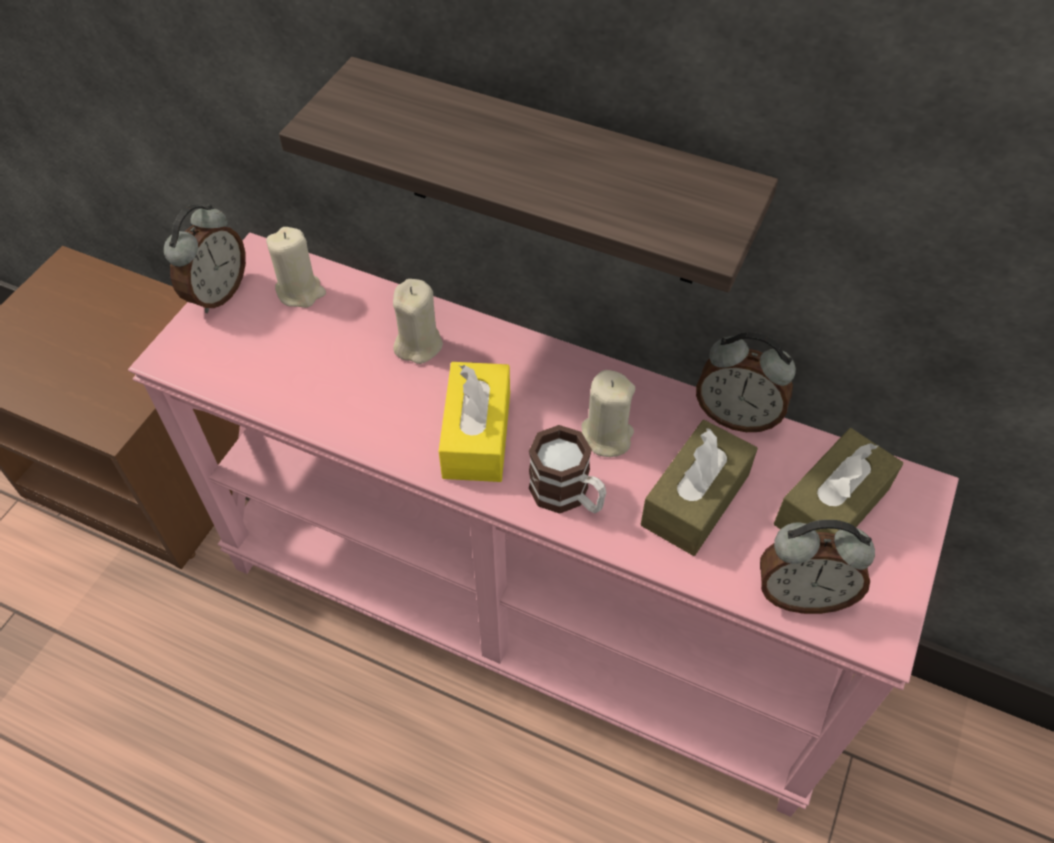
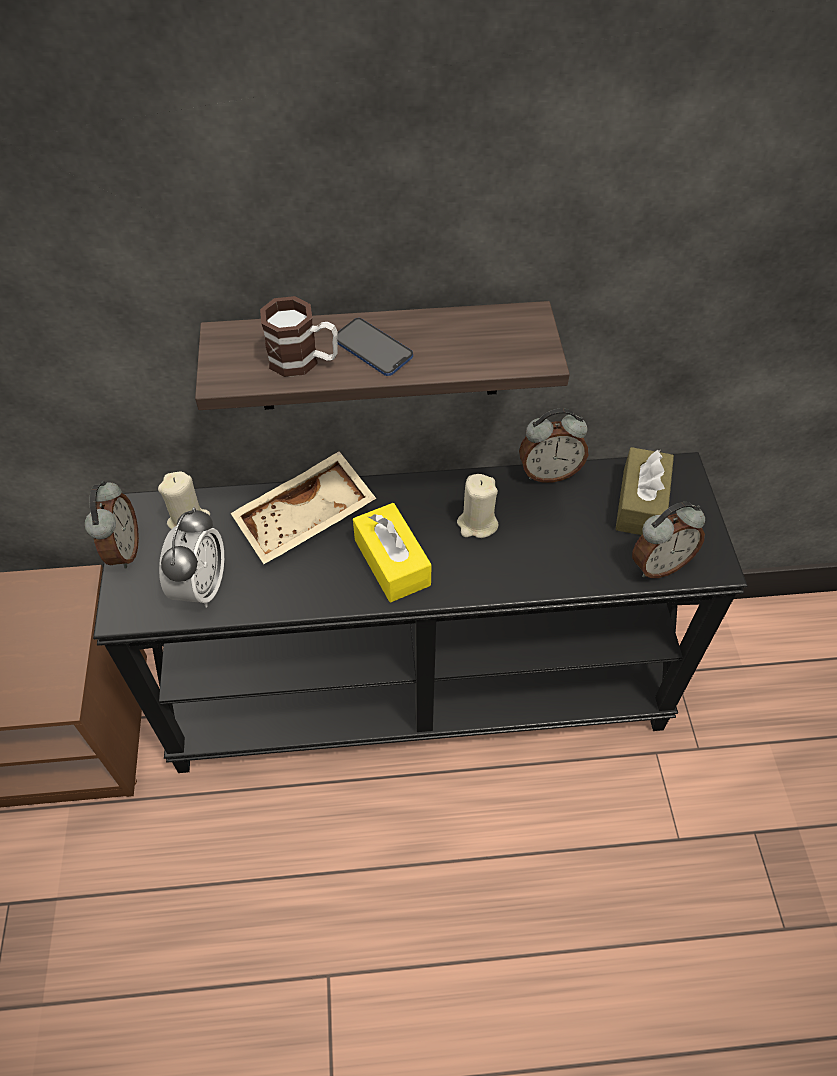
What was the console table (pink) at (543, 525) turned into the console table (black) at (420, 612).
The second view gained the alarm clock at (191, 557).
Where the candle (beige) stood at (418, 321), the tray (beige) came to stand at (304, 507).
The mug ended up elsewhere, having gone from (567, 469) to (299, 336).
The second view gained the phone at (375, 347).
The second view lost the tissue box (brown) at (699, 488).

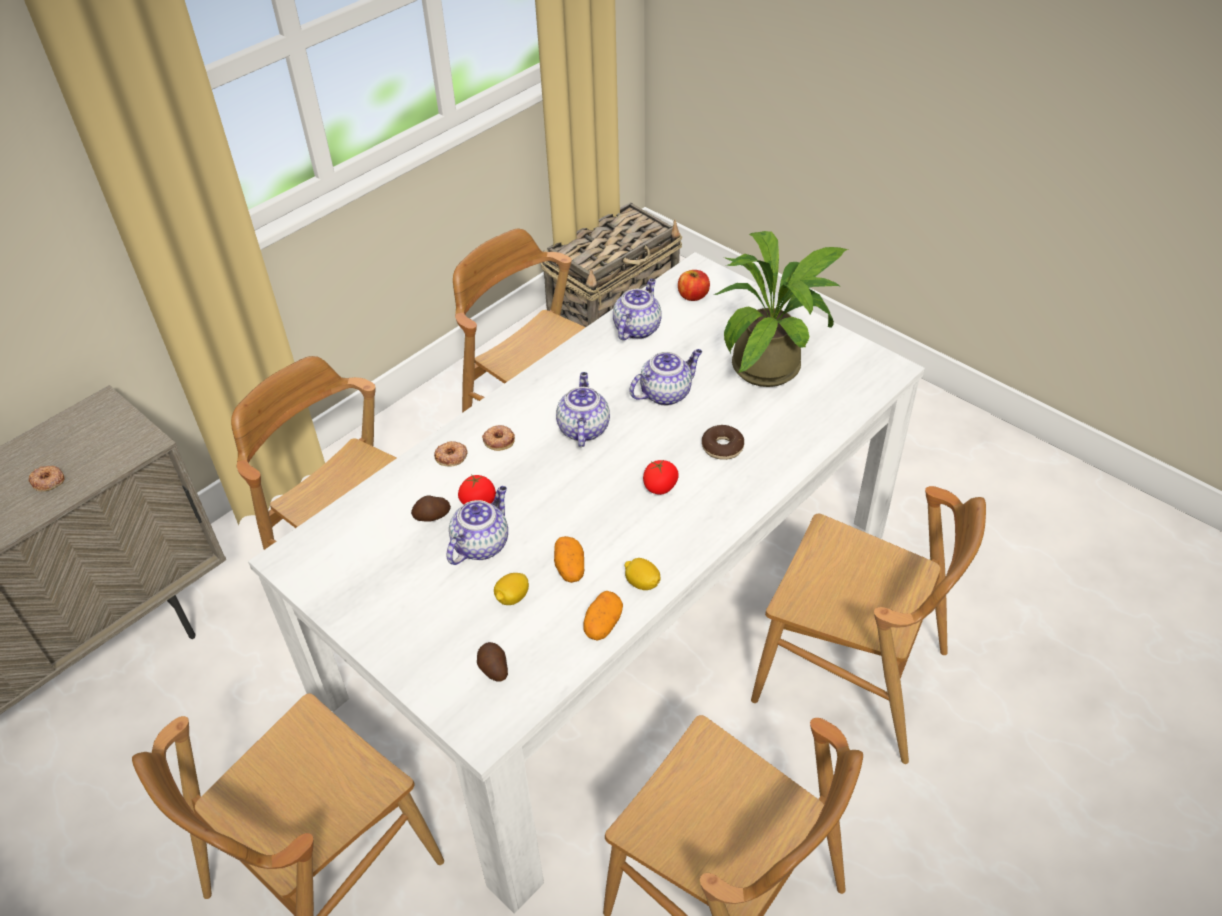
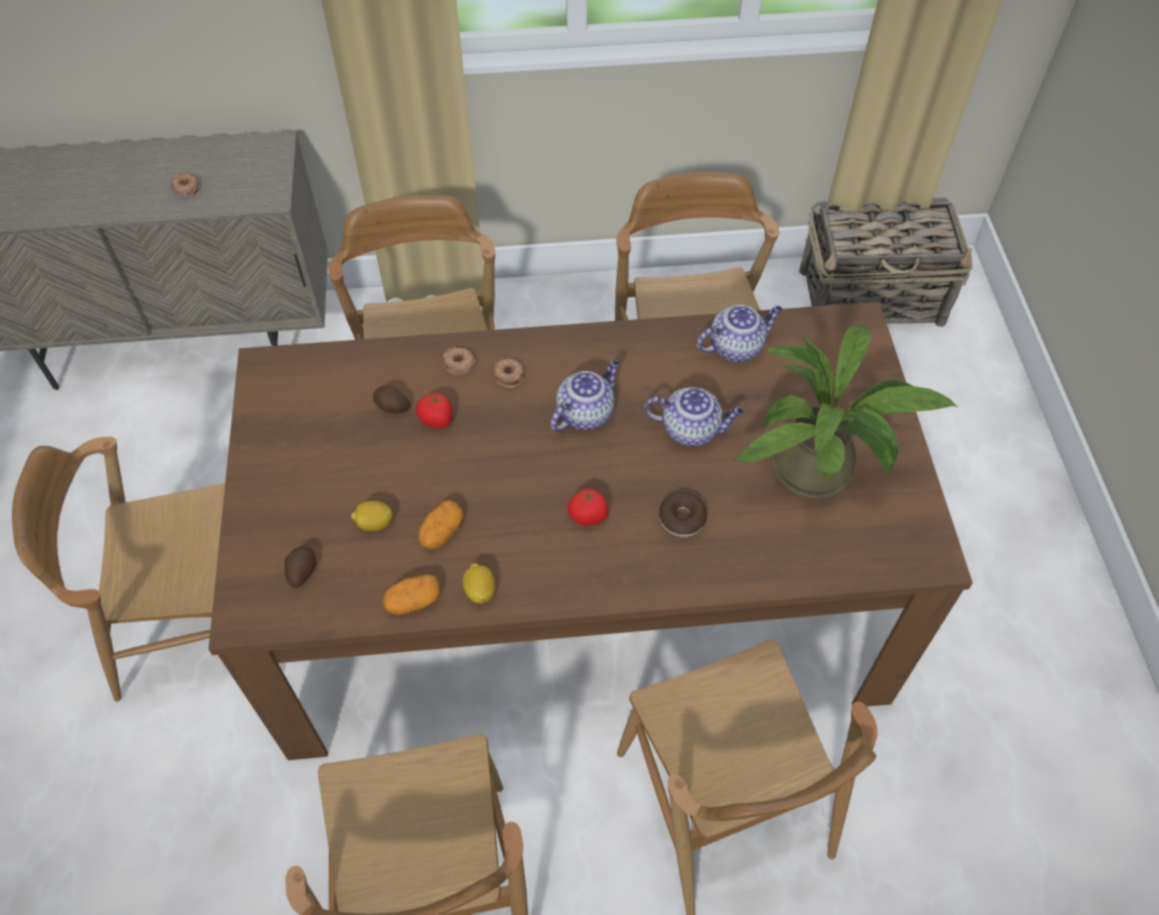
What was the dining table (white) at (586, 583) turned into the dining table (brown) at (590, 531).
The second view lost the teapot at (477, 525).
The second view lost the apple at (694, 285).

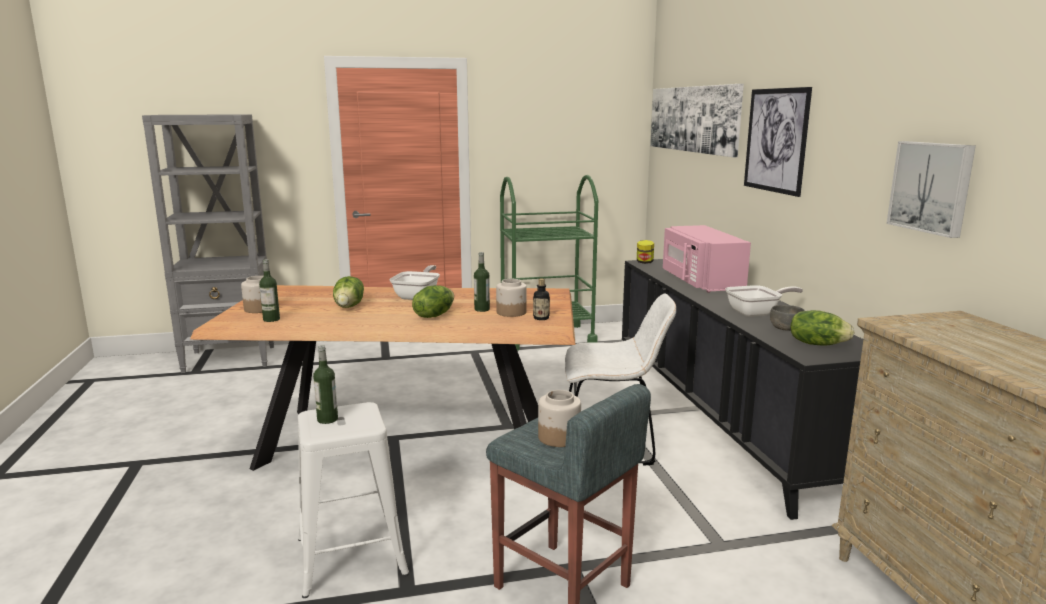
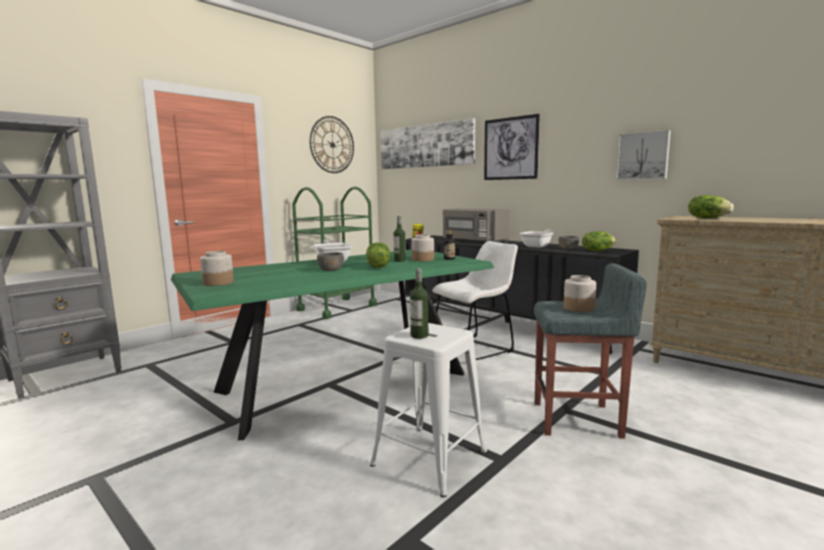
What was the dining table (brown) at (383, 378) turned into the dining table (green) at (332, 345).
The second view gained the wall clock at (332, 144).
The second view gained the bowl (grey) at (330, 261).
What was the microwave (pink) at (707, 259) turned into the microwave (grey) at (476, 225).
The lettuce ended up elsewhere, having gone from (348, 292) to (711, 206).
The second view lost the bottle at (269, 290).

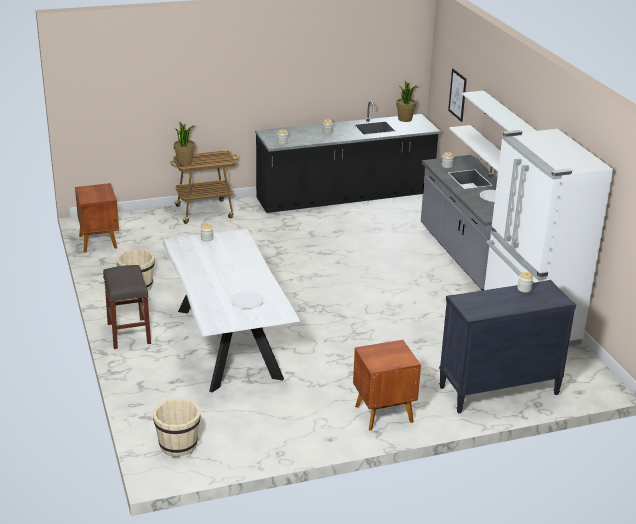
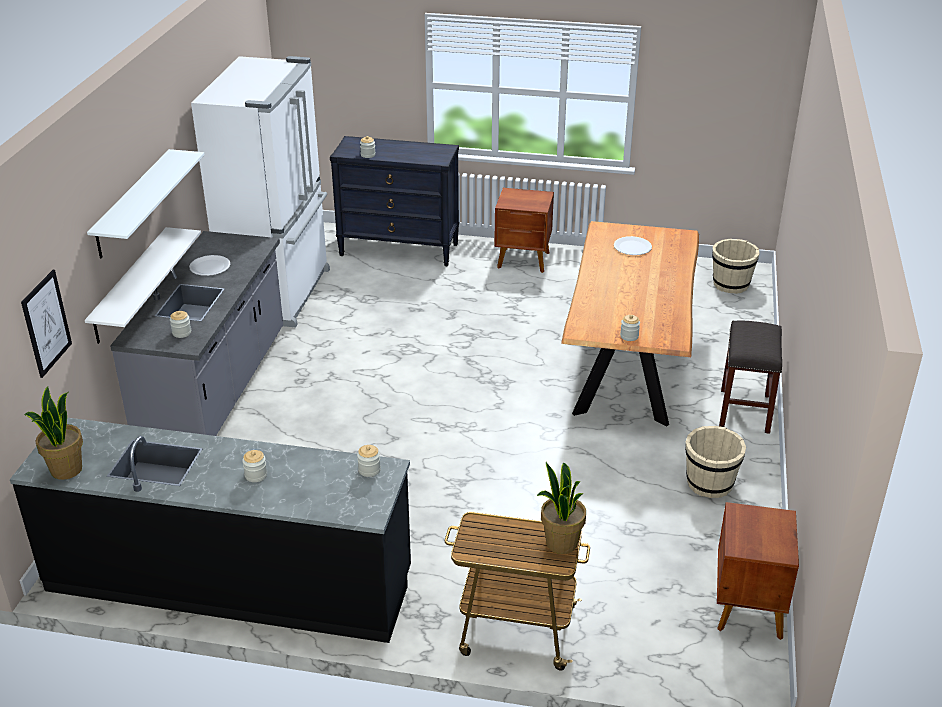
What was the dining table (white) at (231, 311) turned into the dining table (brown) at (630, 323).

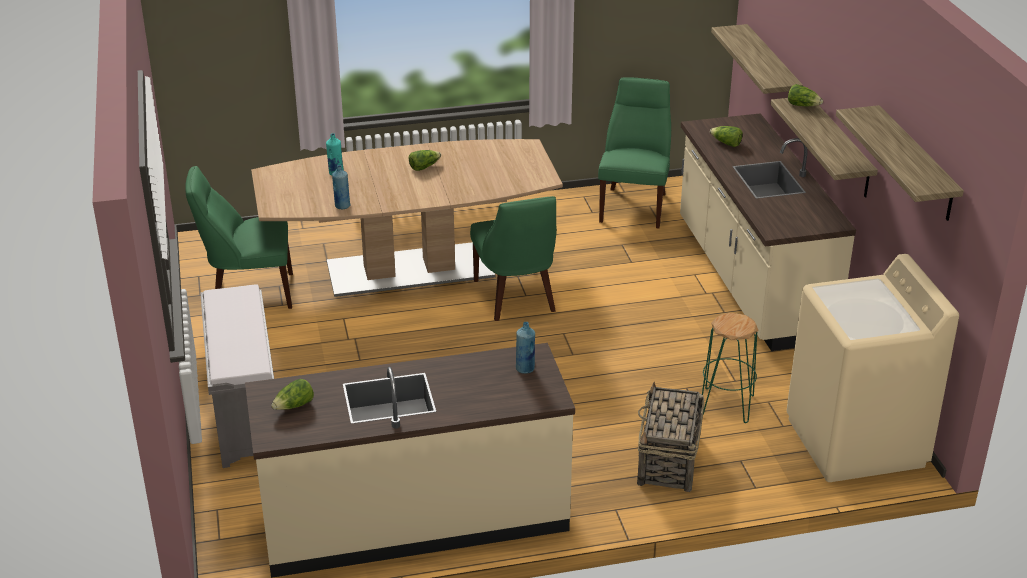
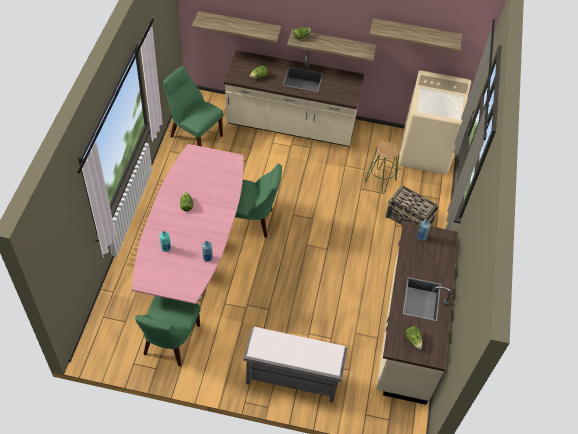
What was the dining table (brown) at (407, 218) turned into the dining table (pink) at (188, 224).

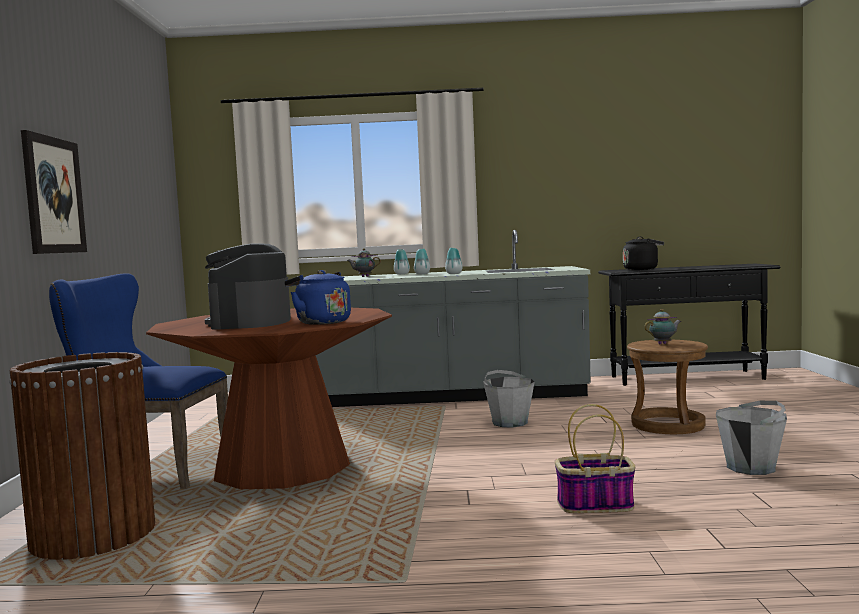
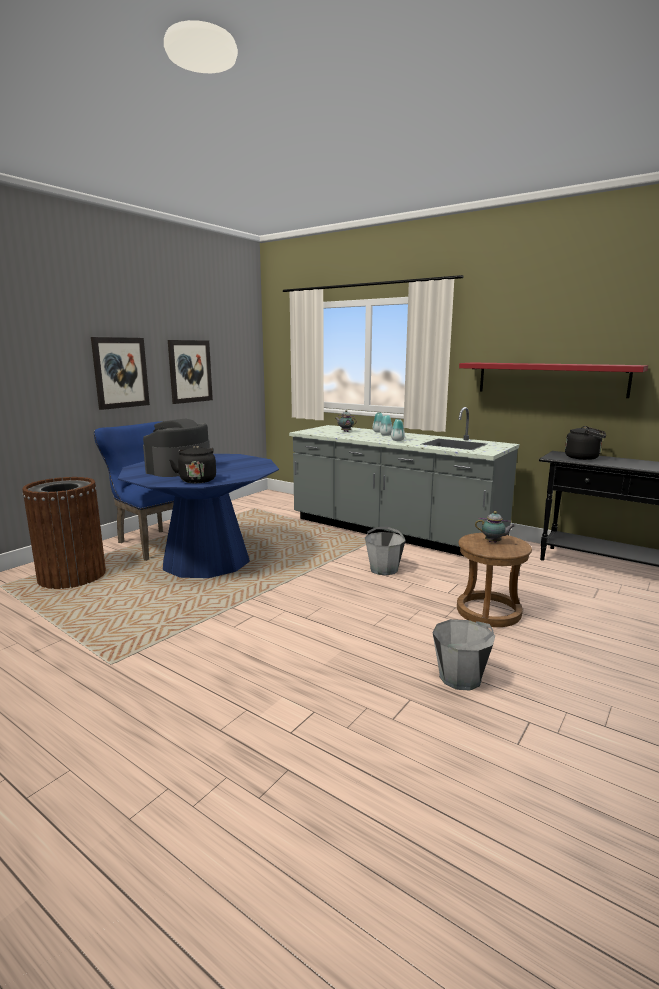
What was the dining table (brown) at (269, 398) turned into the dining table (blue) at (198, 516).
The second view gained the picture at (190, 372).
What was the kettle (blue) at (317, 297) turned into the kettle (black) at (193, 464).
The second view gained the shelf (red) at (553, 380).
The second view lost the basket at (595, 458).

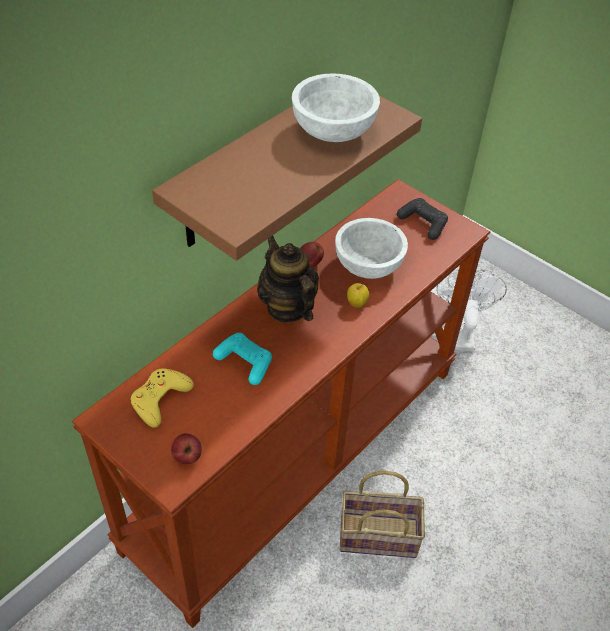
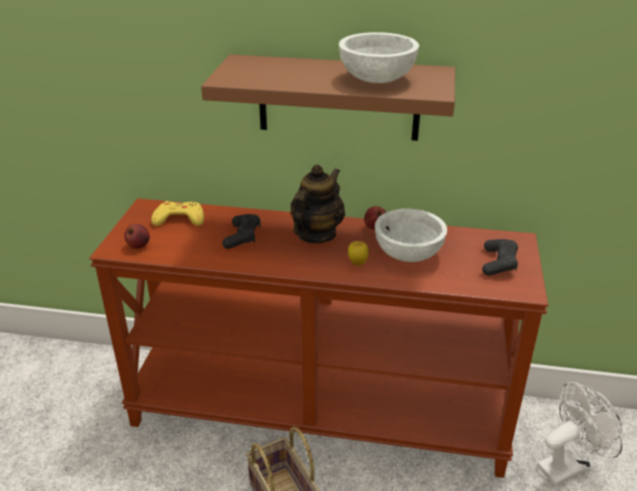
What was the game controller (turquoise) at (242, 359) turned into the game controller (black) at (241, 231).

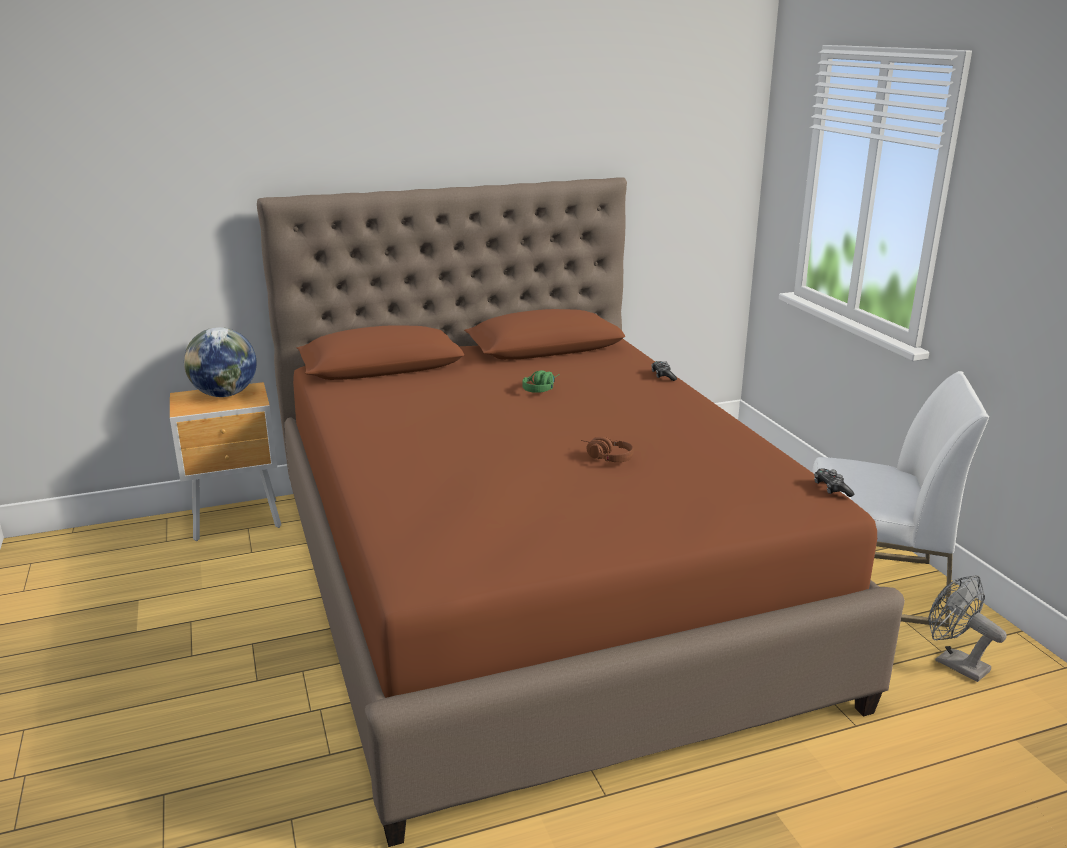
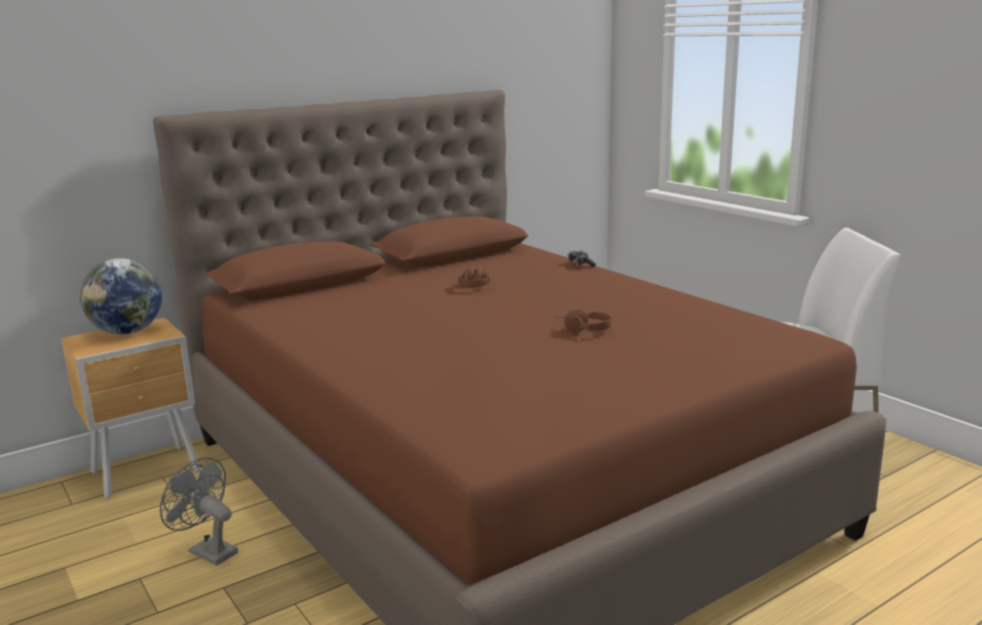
The fan (grey) ended up elsewhere, having gone from (967, 628) to (199, 511).
What was the headphones (green) at (541, 381) turned into the headphones (brown) at (474, 277).
The second view lost the game controller at (834, 483).

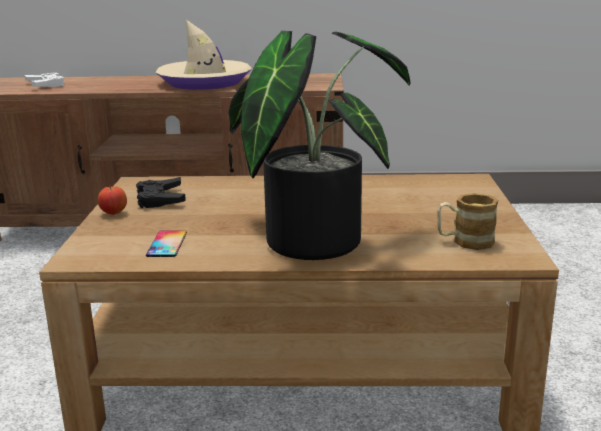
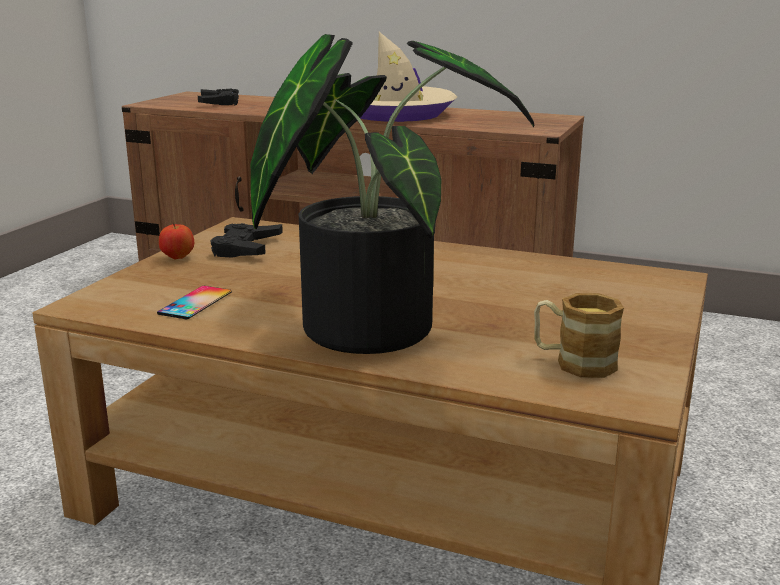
What was the game controller (white) at (45, 80) turned into the game controller (black) at (218, 96).

